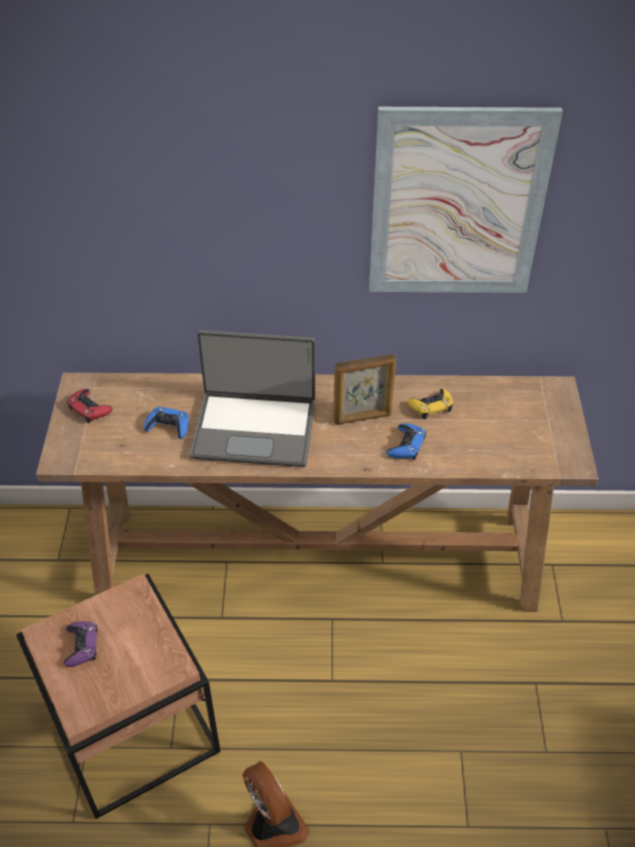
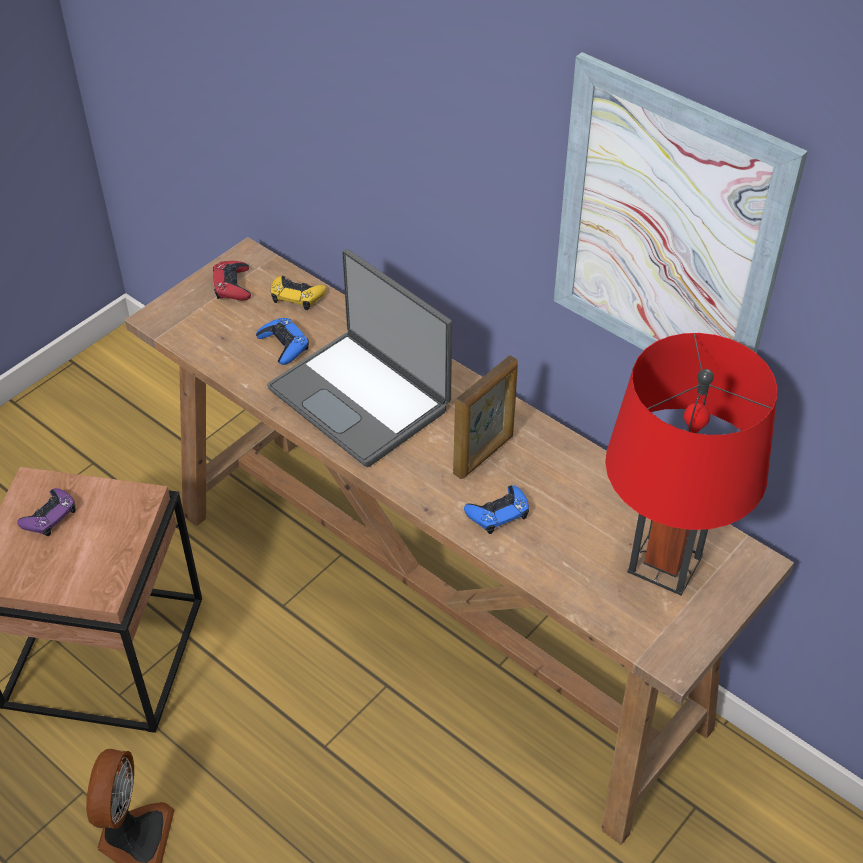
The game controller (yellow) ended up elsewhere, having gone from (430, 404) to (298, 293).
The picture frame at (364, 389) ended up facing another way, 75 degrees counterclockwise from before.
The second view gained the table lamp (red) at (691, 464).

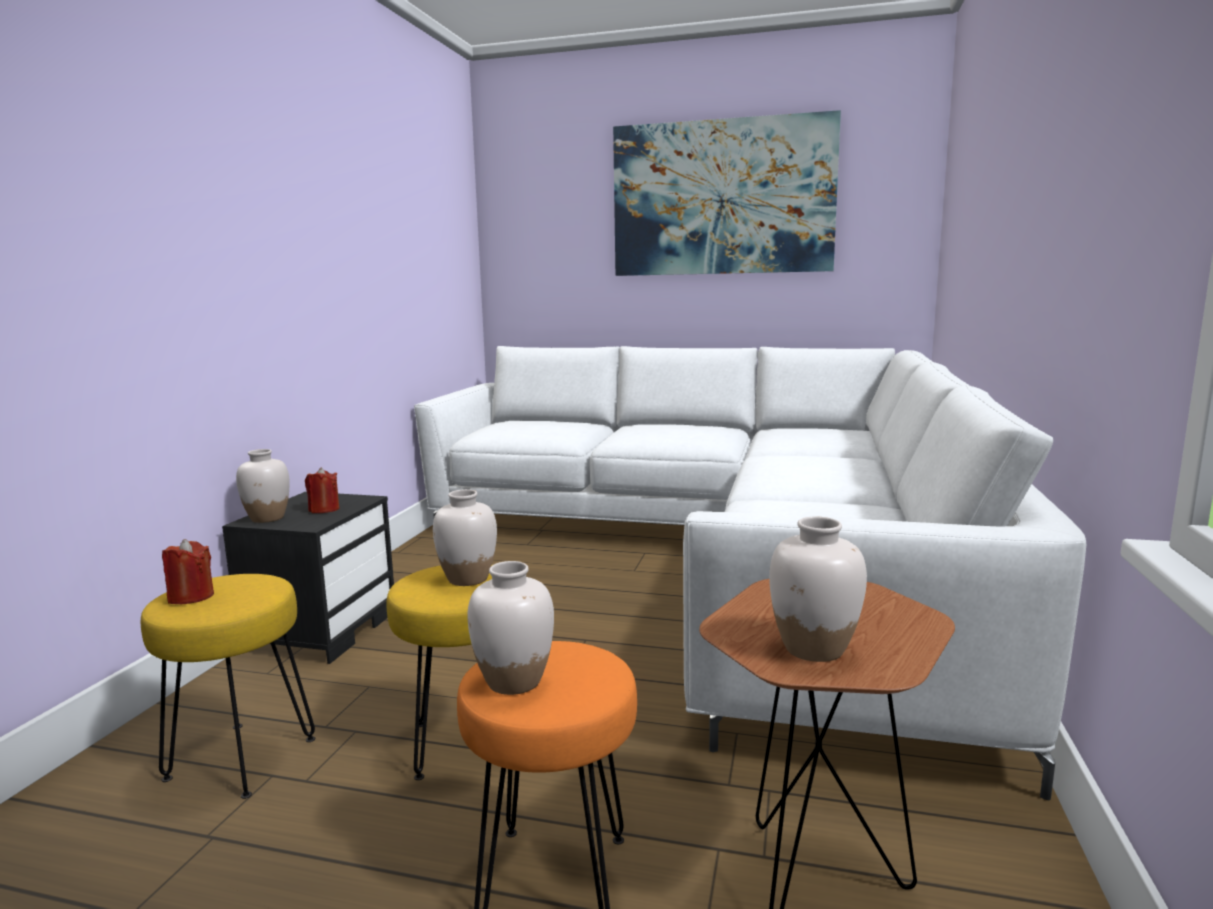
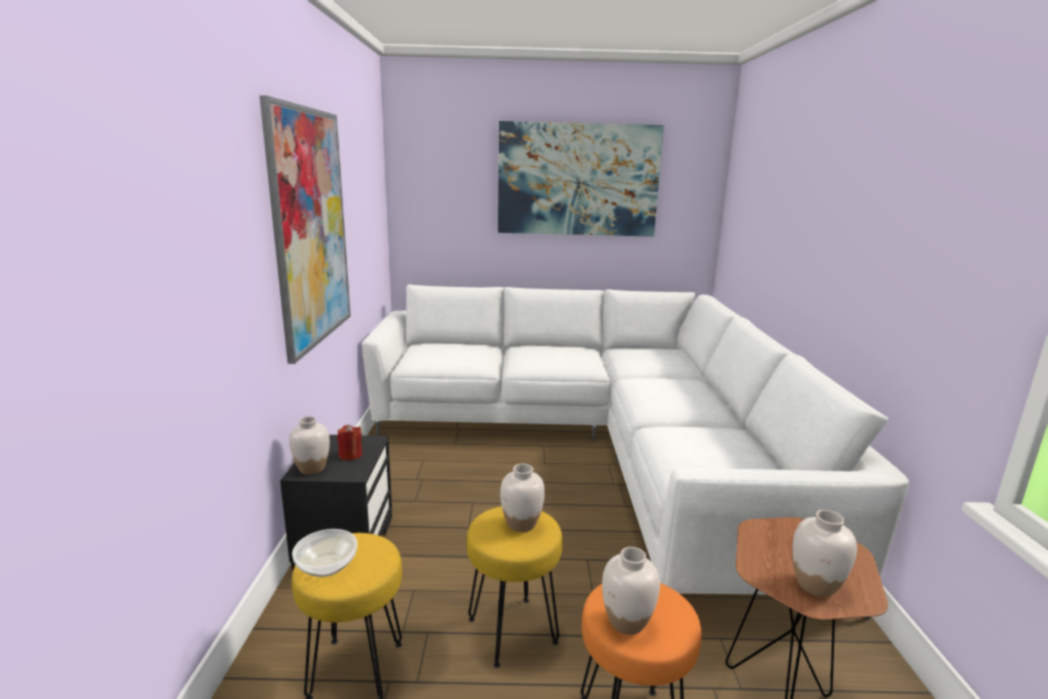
The second view gained the picture at (305, 229).
Where the candle (red) stood at (188, 571), the bowl came to stand at (324, 553).

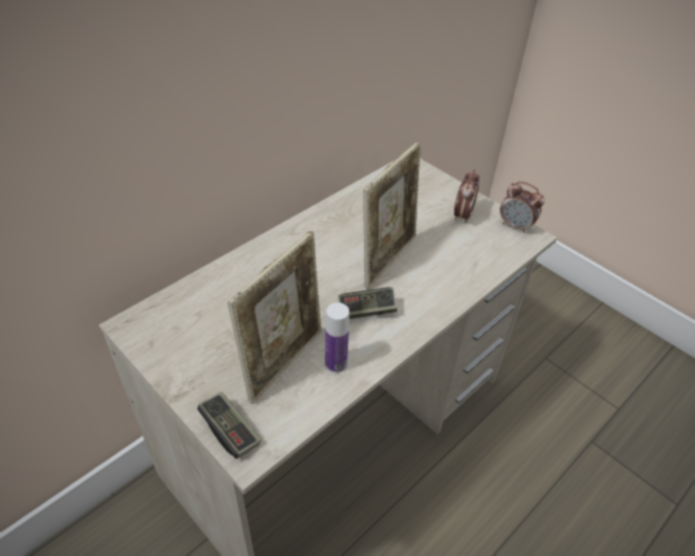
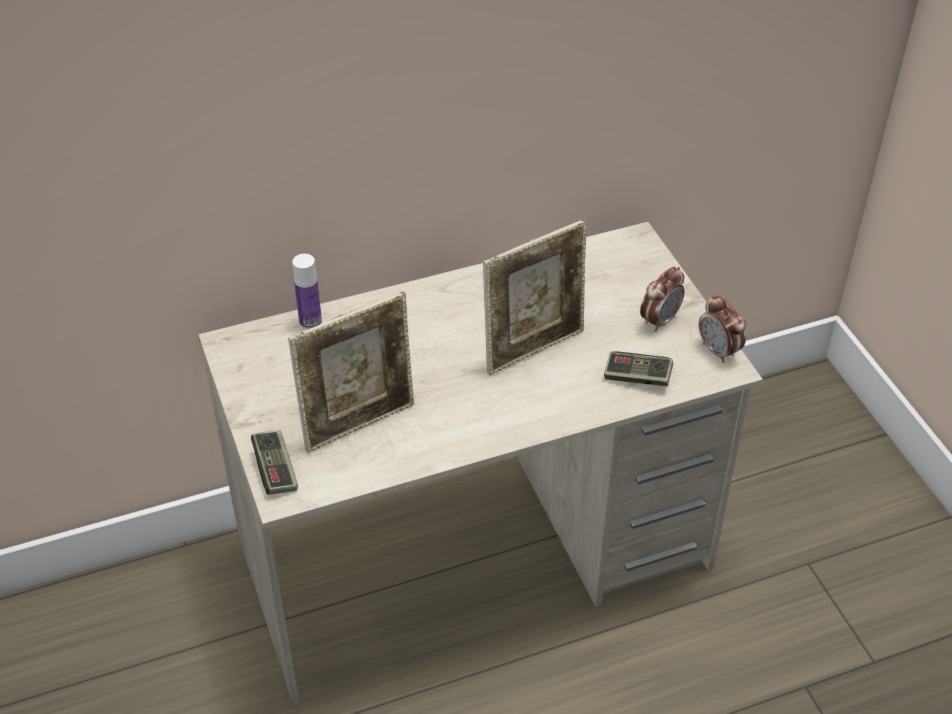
The bottle ended up elsewhere, having gone from (337, 338) to (307, 292).
The game controller ended up elsewhere, having gone from (367, 303) to (638, 368).

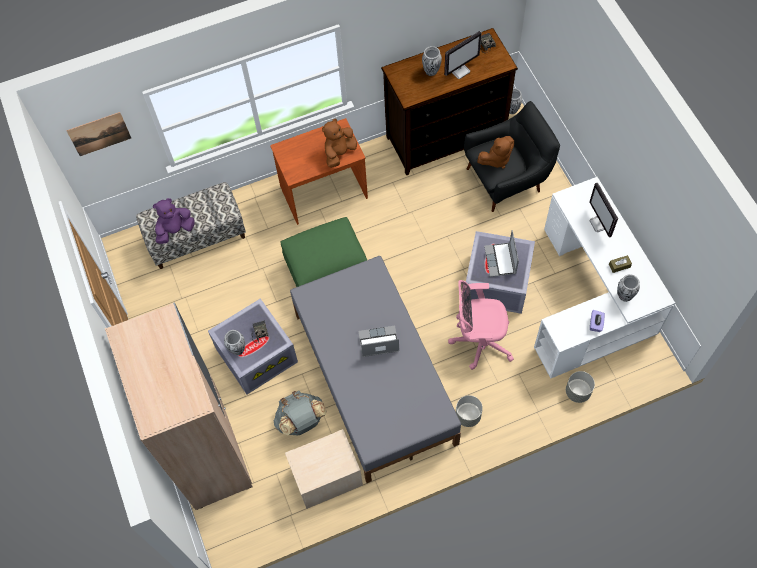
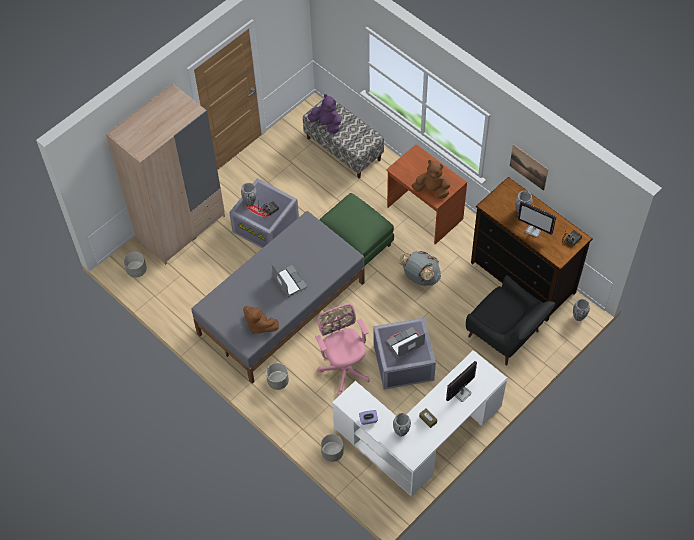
The second view gained the planter (grey) at (135, 265).
The plush toy (brown) ended up elsewhere, having gone from (495, 152) to (261, 320).
The backpack (grey) ended up elsewhere, having gone from (300, 413) to (420, 268).
The picture ended up elsewhere, having gone from (98, 134) to (529, 167).
The second view lost the nightstand (beige) at (324, 469).

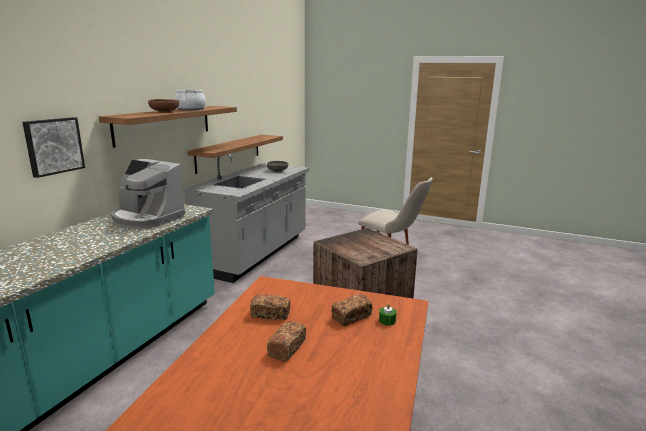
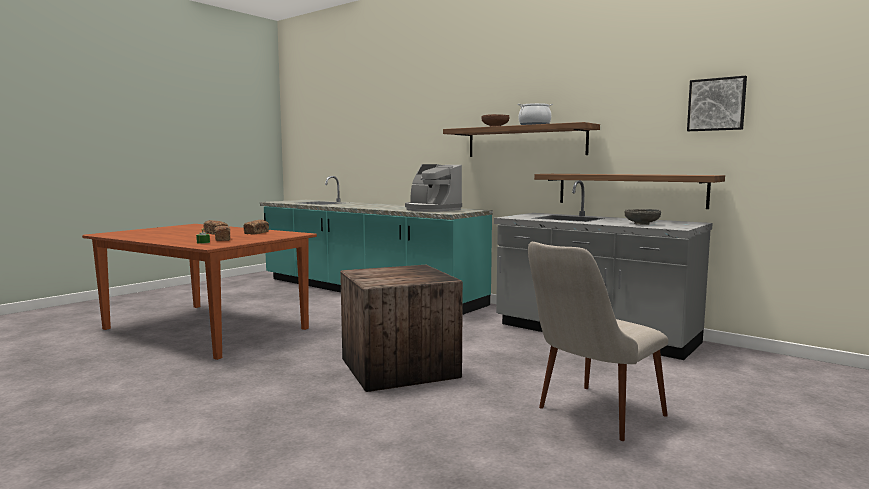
The coffee machine at (148, 194) ended up facing another way, 90 degrees counterclockwise from before.
The picture ended up elsewhere, having gone from (53, 147) to (717, 103).

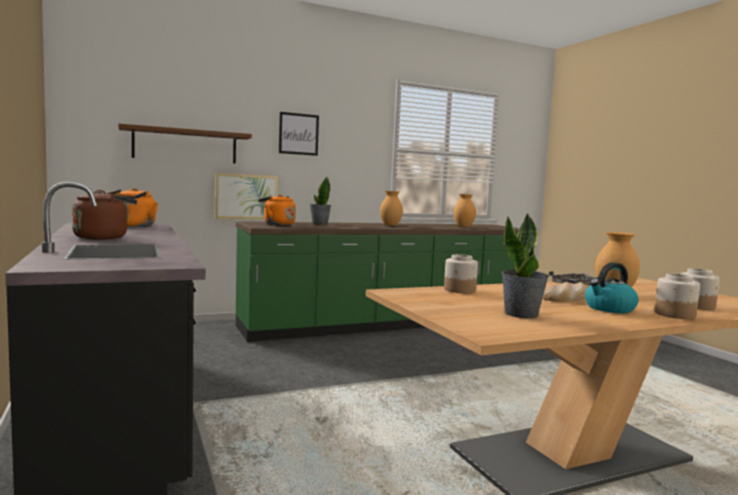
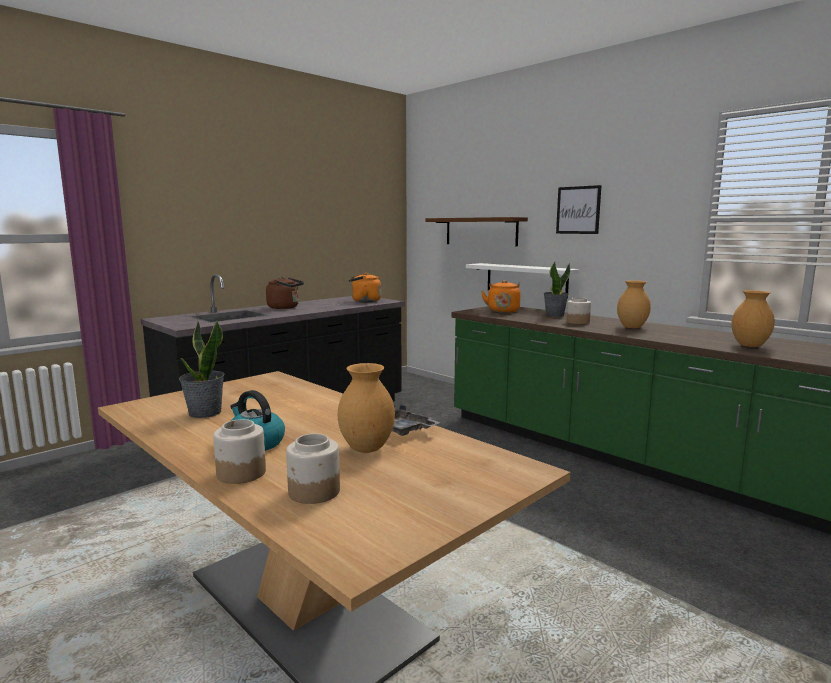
Where the picture hung at (246, 196), the shelf (white) came to hang at (523, 281).
The jar ended up elsewhere, having gone from (461, 273) to (579, 310).
The second view lost the bread at (565, 292).

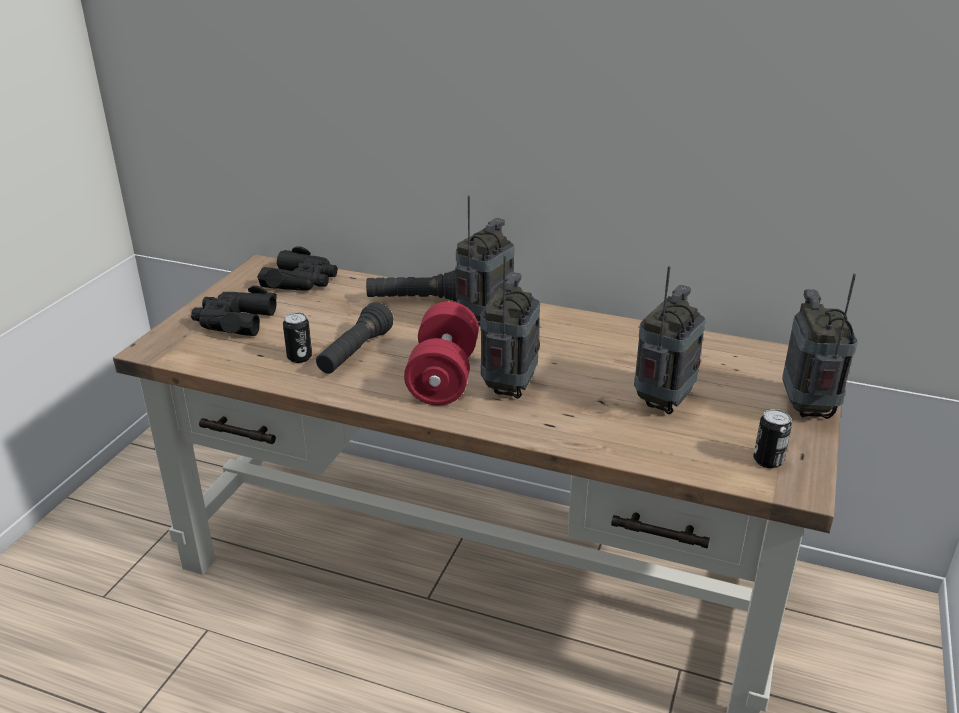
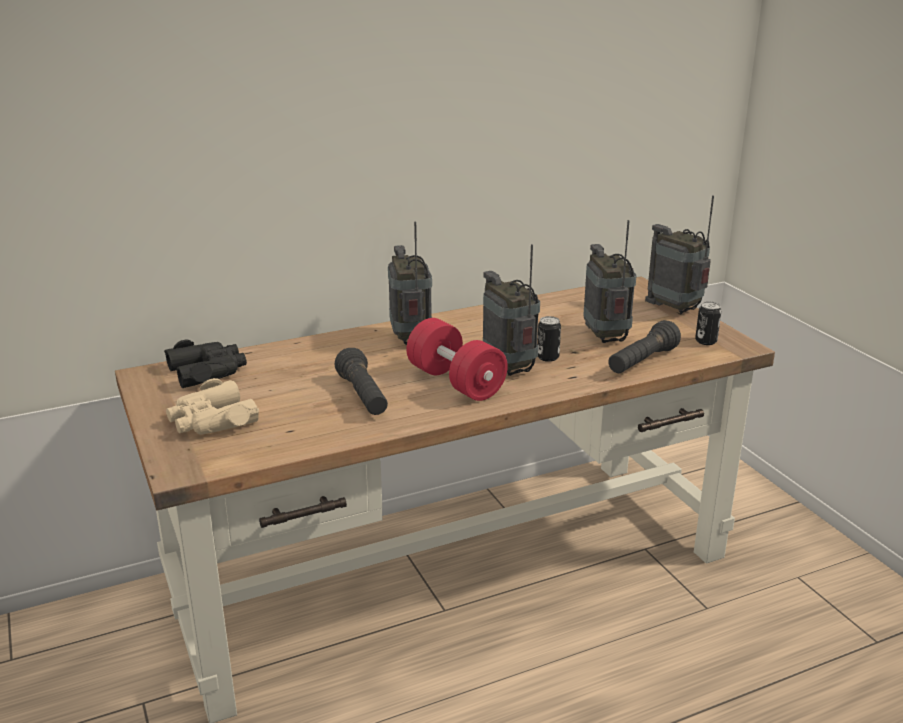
What was the binoculars (black) at (234, 310) turned into the binoculars (beige) at (212, 406).
The can ended up elsewhere, having gone from (297, 337) to (549, 339).
The flashlight (black) ended up elsewhere, having gone from (411, 285) to (644, 346).

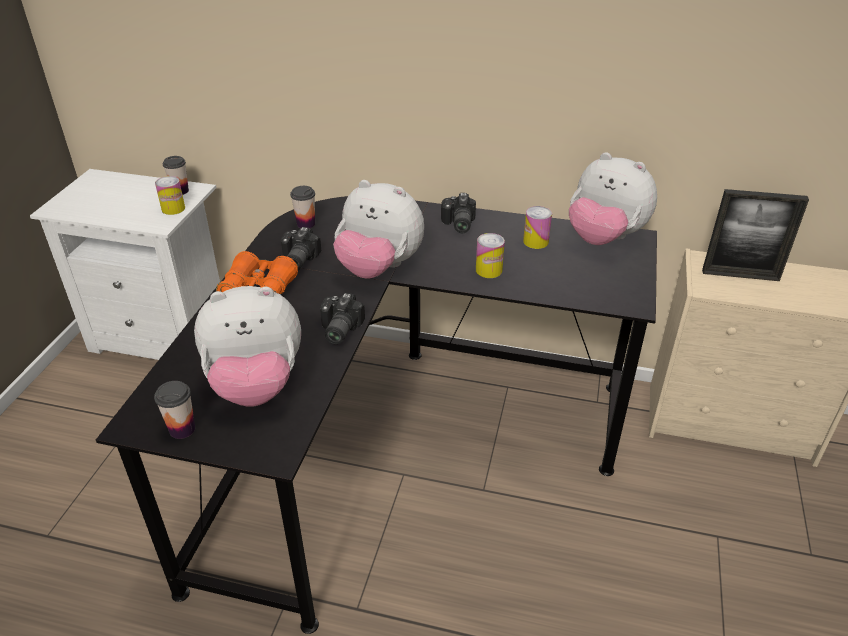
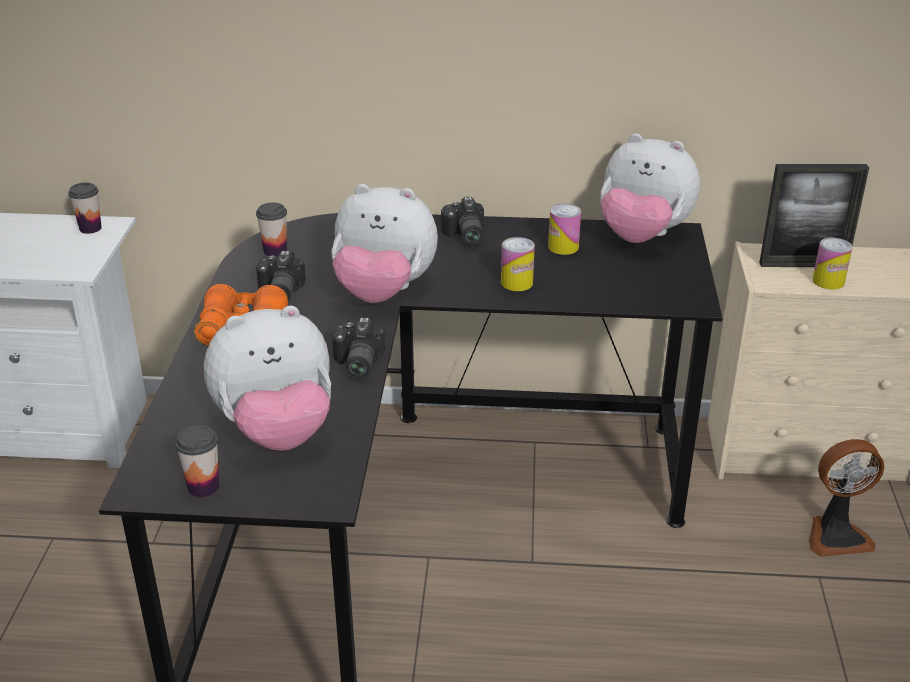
The second view gained the fan at (846, 498).
The can ended up elsewhere, having gone from (170, 195) to (832, 263).

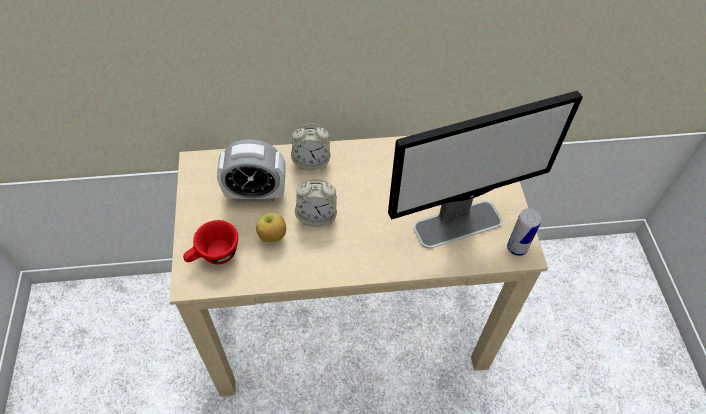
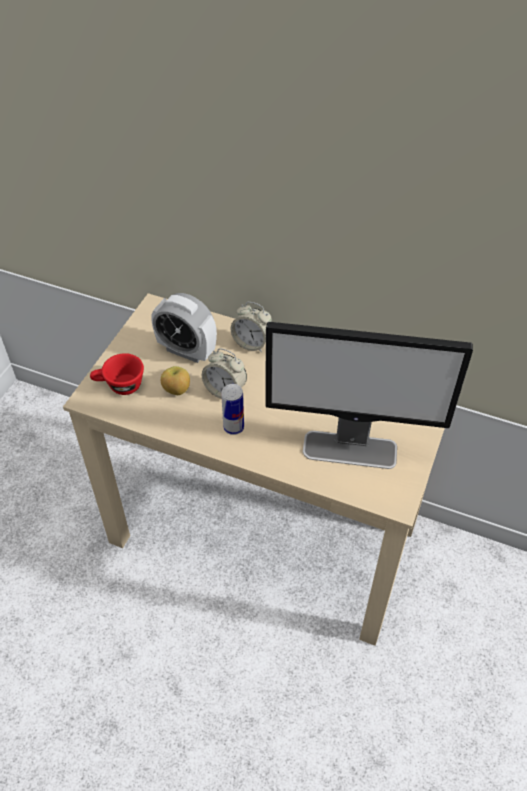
The can ended up elsewhere, having gone from (524, 232) to (232, 409).

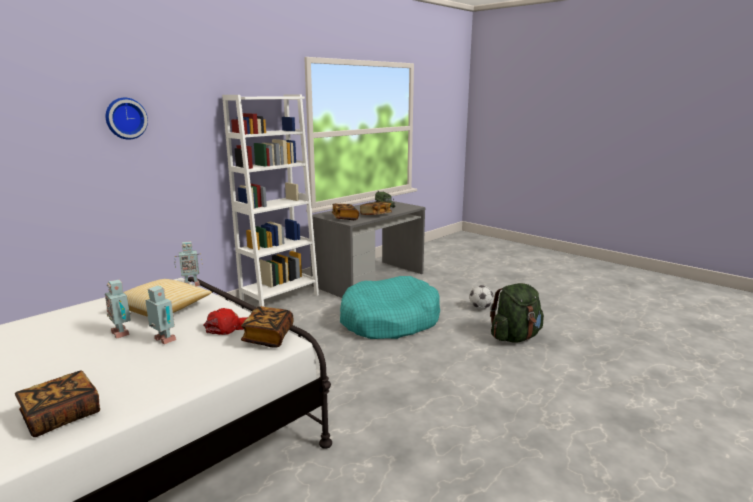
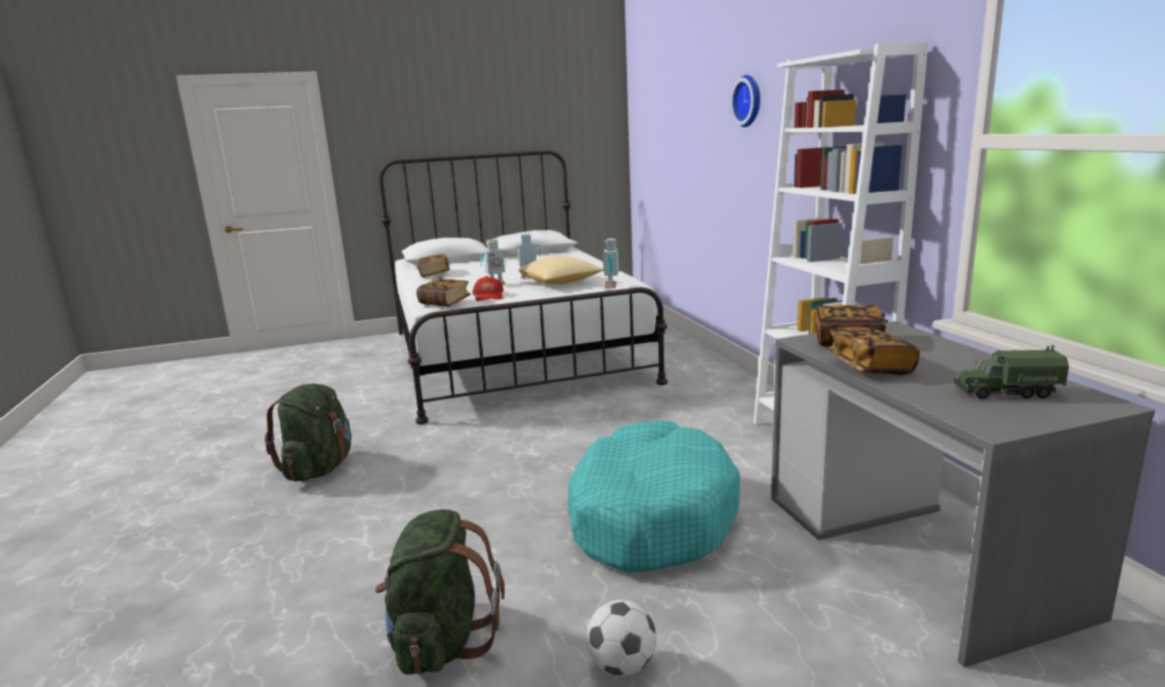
The second view gained the backpack (green) at (308, 433).

